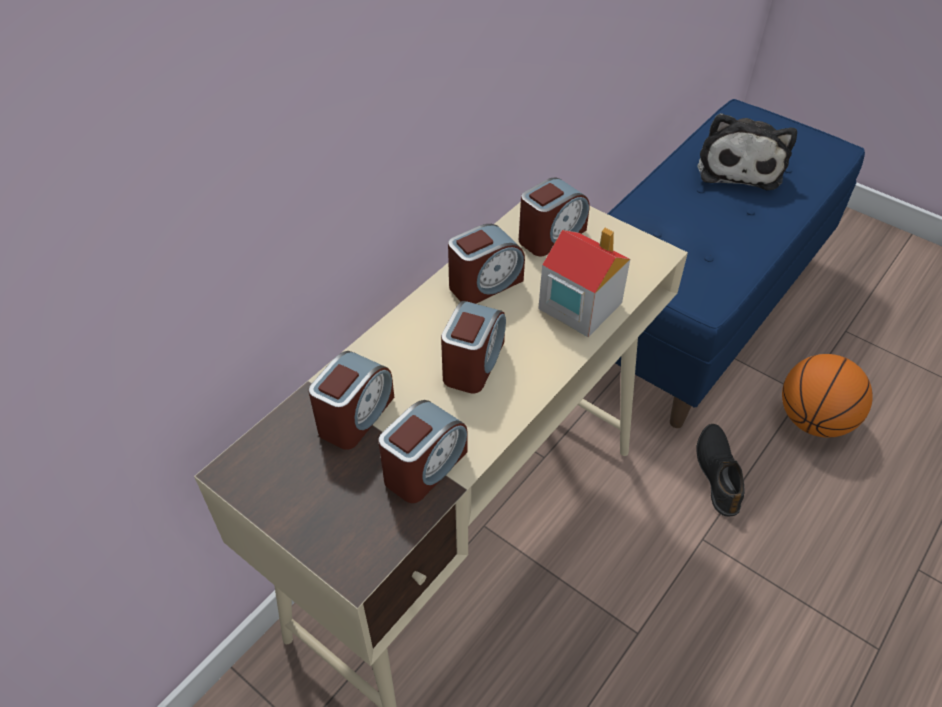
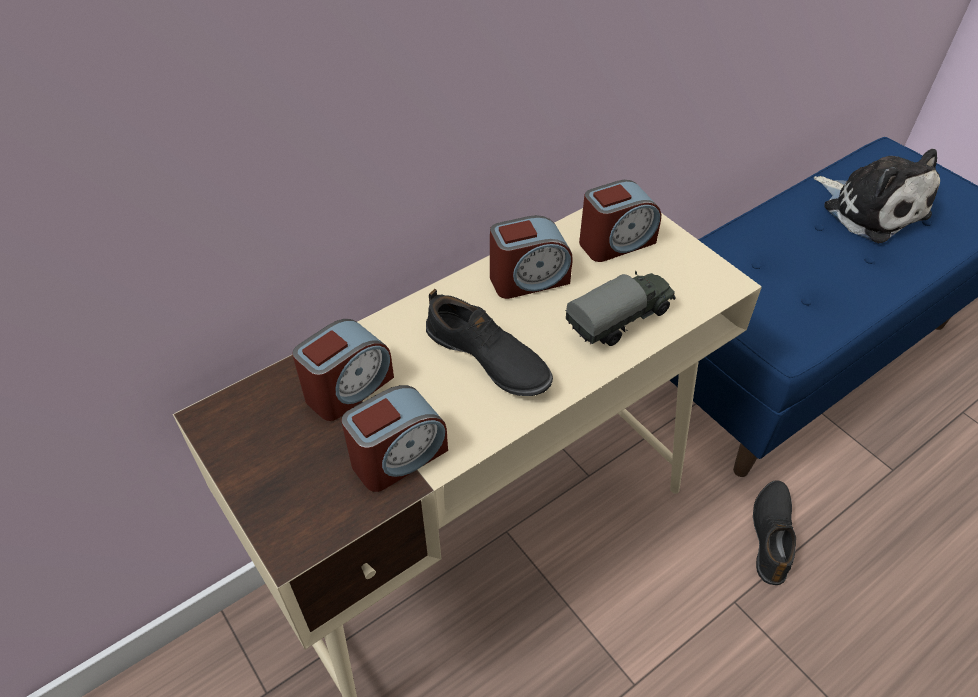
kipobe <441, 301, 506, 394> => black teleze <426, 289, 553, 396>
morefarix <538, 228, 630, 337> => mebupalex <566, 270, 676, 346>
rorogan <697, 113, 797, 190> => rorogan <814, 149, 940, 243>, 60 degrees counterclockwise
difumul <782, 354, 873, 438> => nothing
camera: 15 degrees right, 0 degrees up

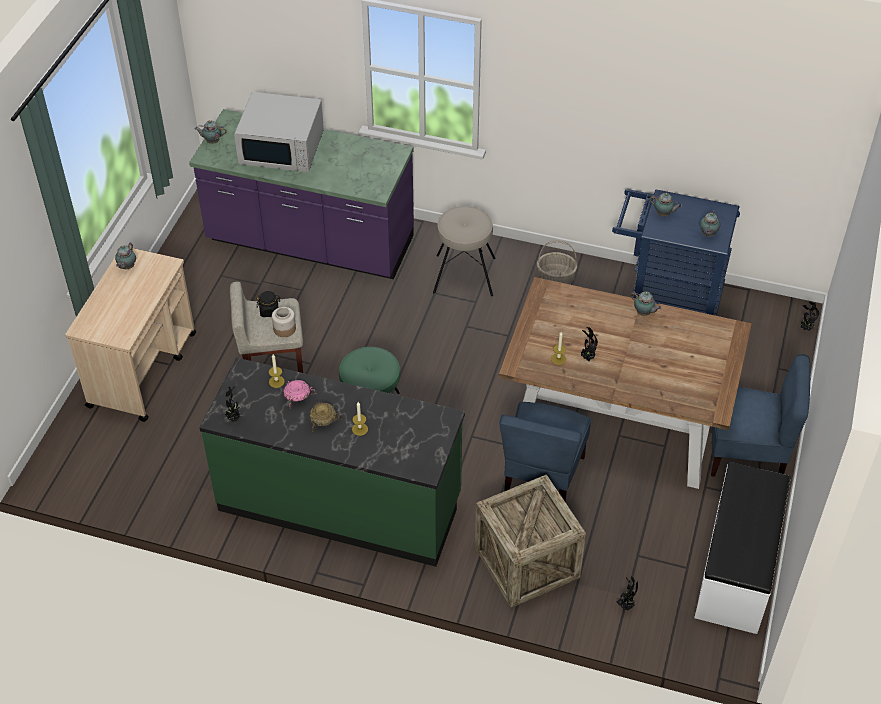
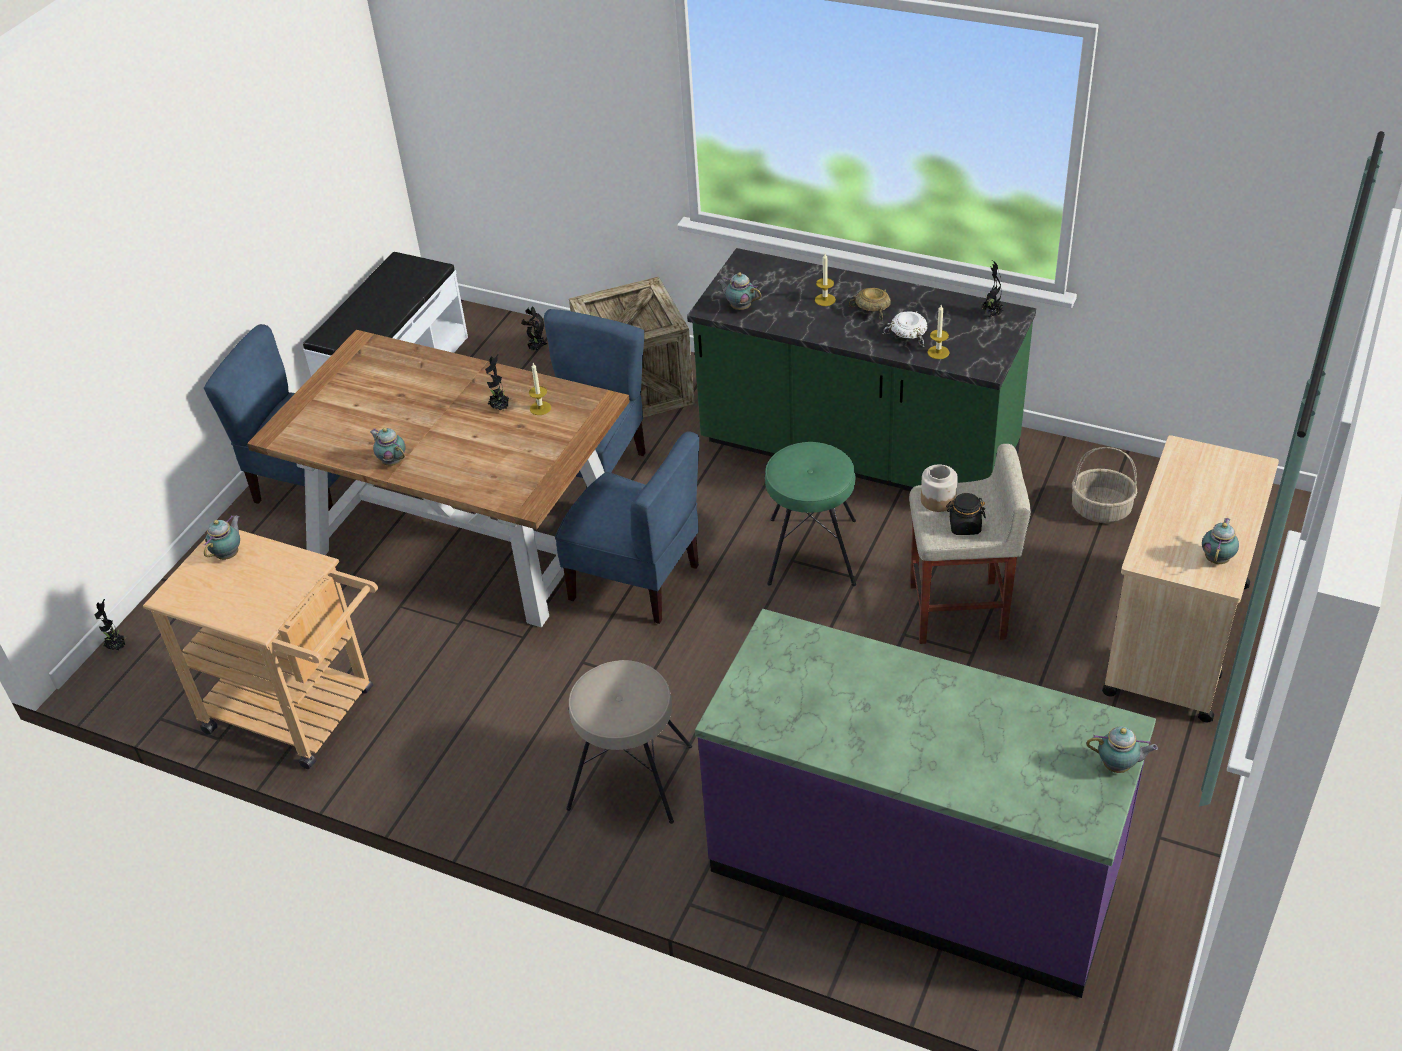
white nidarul <234, 92, 324, 172> => nothing
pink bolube <283, 380, 317, 409> => white bolube <882, 311, 927, 347>
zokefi <537, 240, 577, 284> => zokefi <1072, 447, 1138, 523>, shifted
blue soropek <612, 189, 740, 316> => beige soropek <143, 530, 378, 769>
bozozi <649, 193, 682, 216> => bozozi <717, 272, 761, 310>, shifted
nothing => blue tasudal <555, 431, 699, 624>
camera: 170 degrees left, 5 degrees down

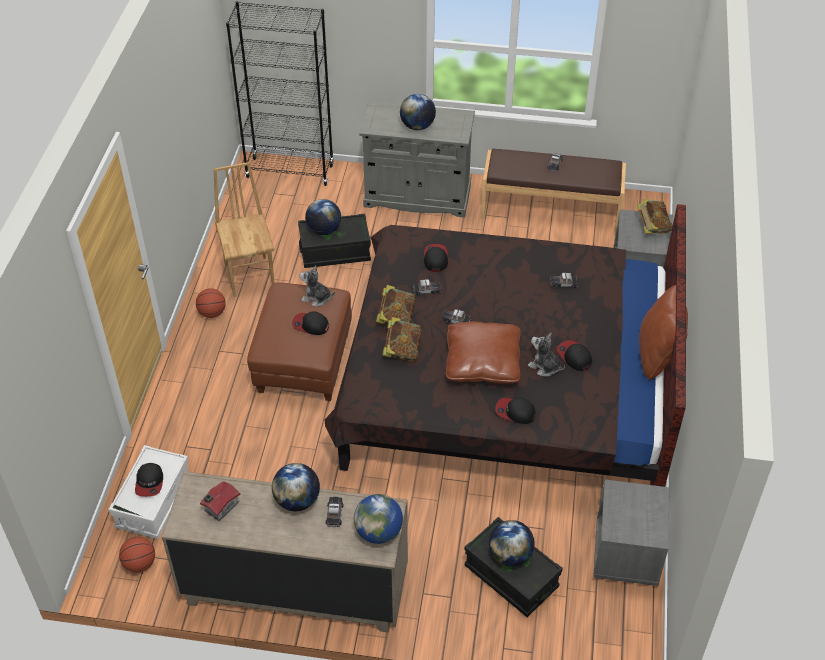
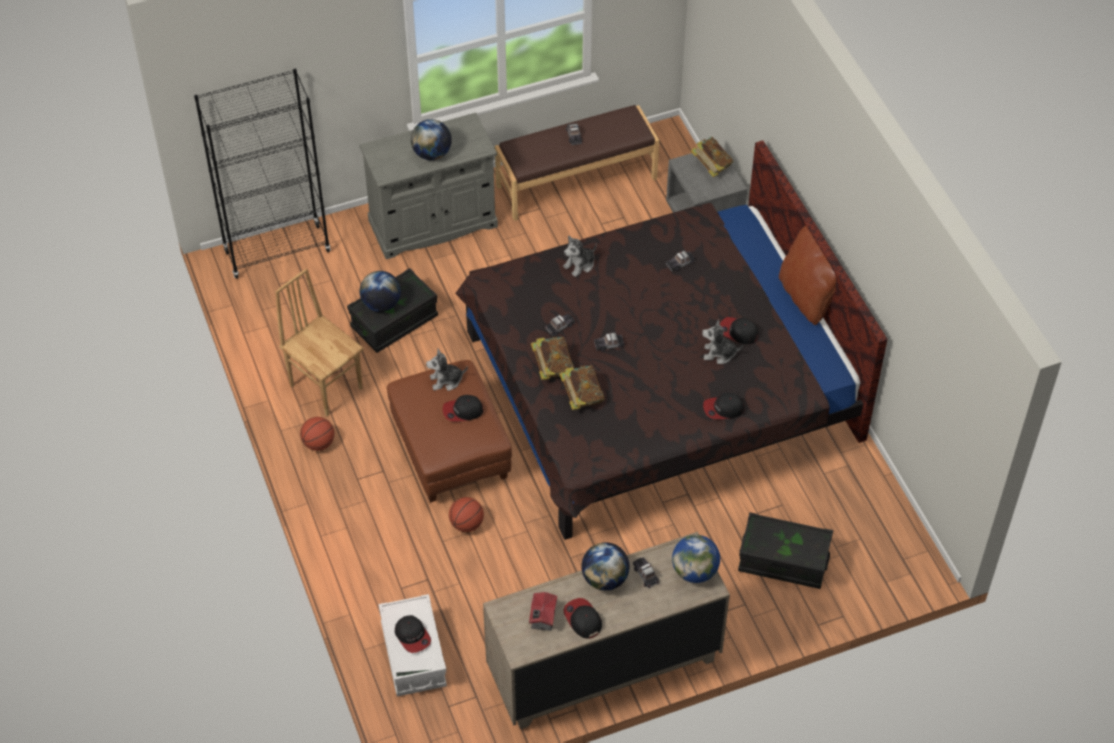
difumul <119, 537, 155, 573> => difumul <449, 497, 484, 532>, shifted
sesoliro <424, 244, 448, 272> => sesoliro <563, 598, 602, 639>, shifted
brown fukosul <446, 322, 521, 384> => nothing
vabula <489, 520, 534, 566> => nothing
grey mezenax <593, 480, 669, 586> => nothing
nothing => rorogan <563, 235, 597, 277>
camera: 30 degrees left, 5 degrees up

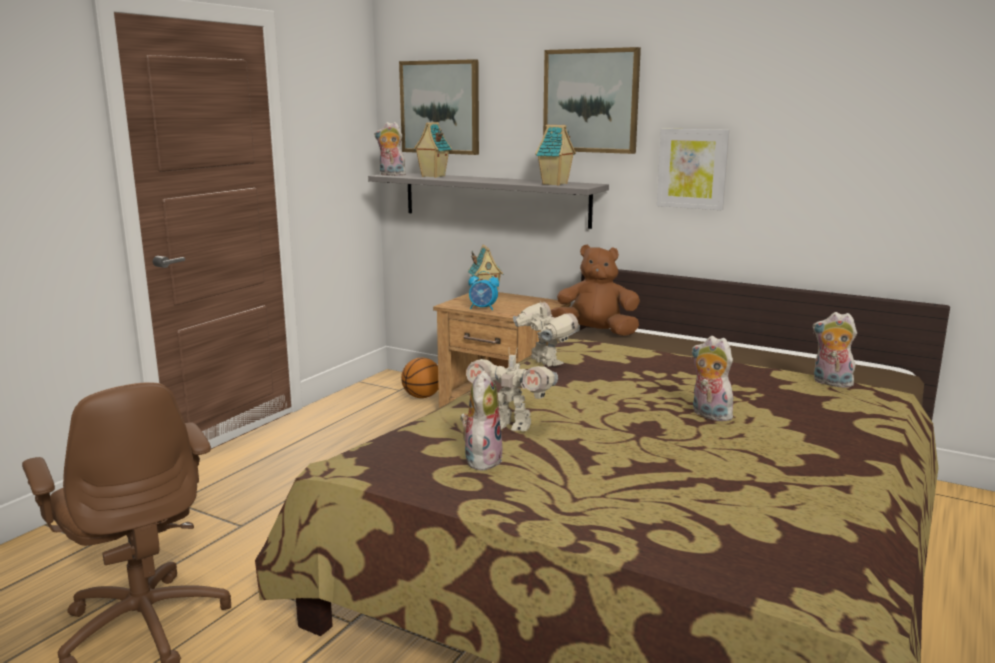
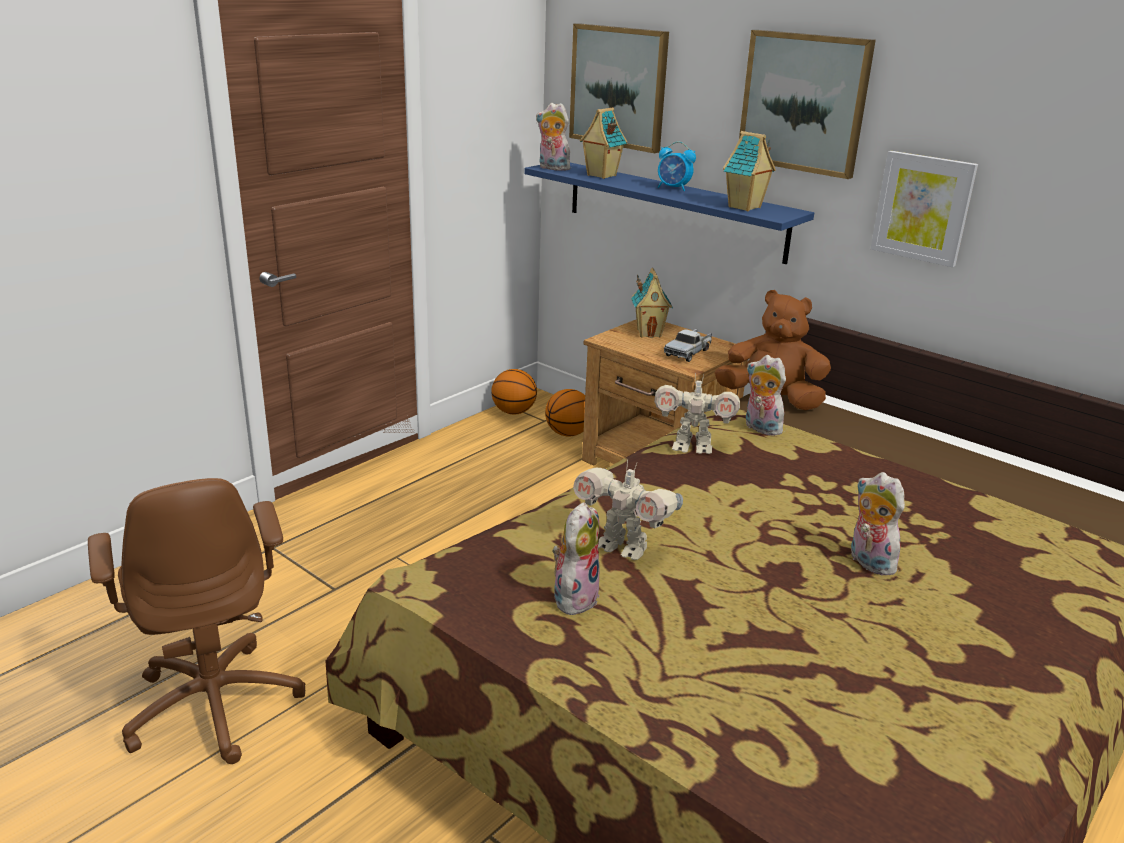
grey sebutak <368, 173, 609, 229> => blue sebutak <525, 163, 814, 264>
kipobe <468, 271, 499, 311> => kipobe <657, 142, 696, 191>, shifted
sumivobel <513, 301, 579, 367> => sumivobel <654, 373, 740, 454>, 120 degrees clockwise
rorogan <813, 312, 857, 388> => rorogan <746, 355, 786, 436>, shifted
nothing => difumul <491, 369, 537, 414>
nothing => mebupalex <664, 329, 712, 362>
camera: 10 degrees right, 10 degrees up

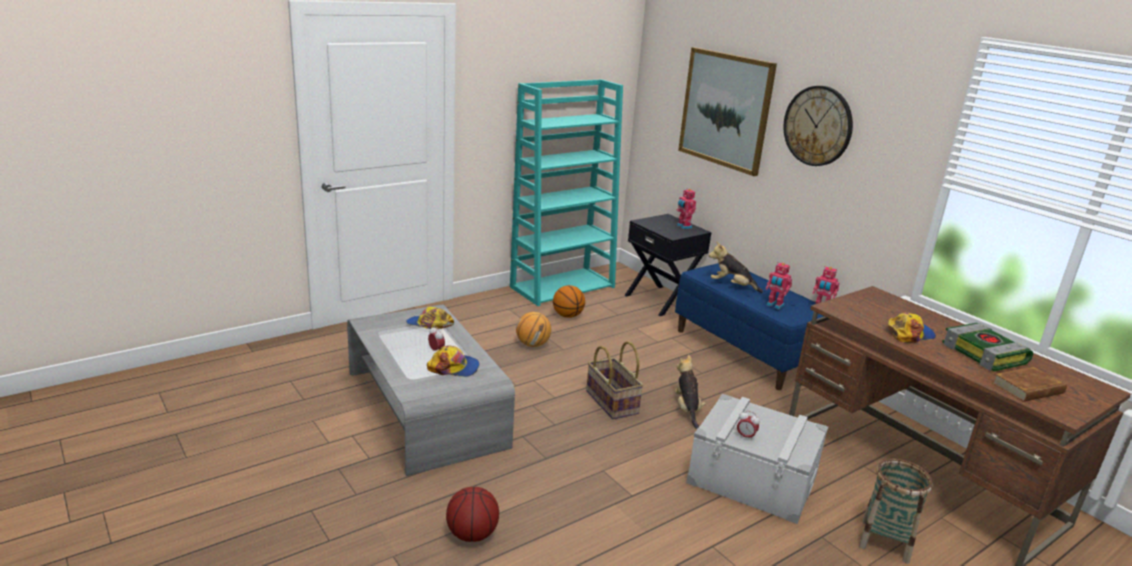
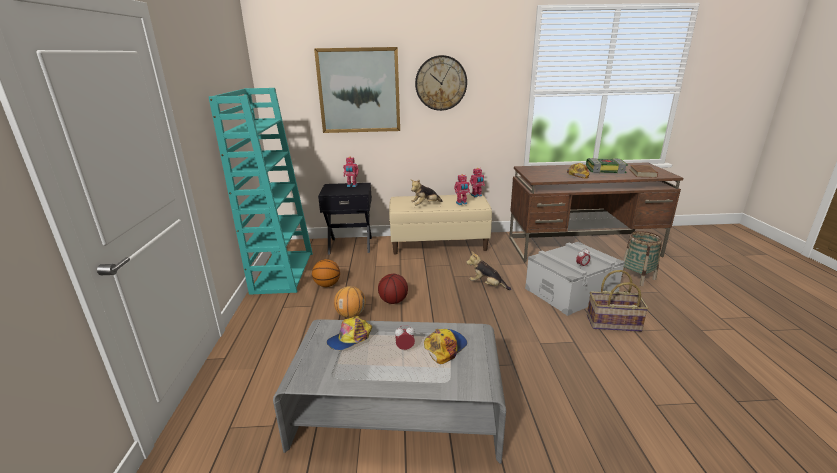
difumul <446, 487, 499, 542> => difumul <378, 274, 408, 304>, shifted
zokefi <586, 341, 643, 420> => zokefi <587, 270, 649, 332>, shifted
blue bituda <675, 263, 824, 390> => beige bituda <389, 194, 492, 254>
camera: 55 degrees left, 0 degrees up

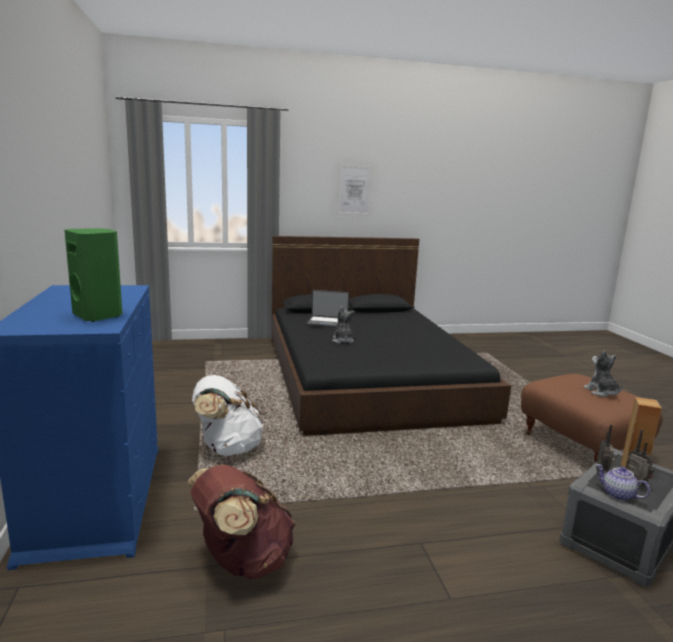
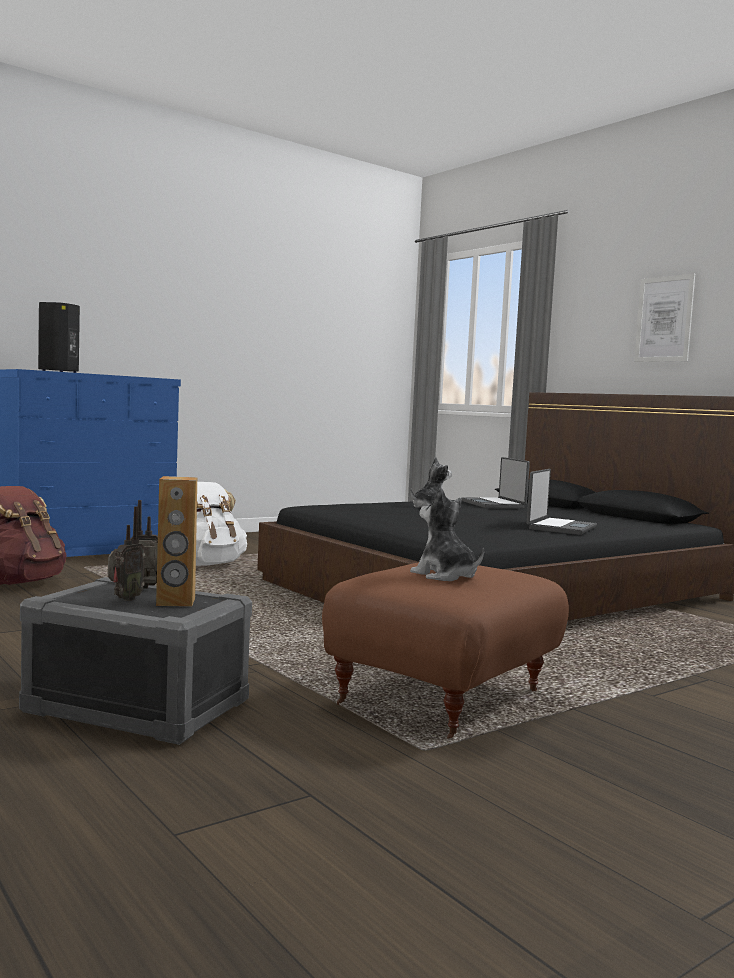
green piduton <65, 228, 122, 322> => black piduton <38, 302, 80, 373>
rorogan <583, 350, 624, 397> => rorogan <410, 488, 484, 581>, 90 degrees counterclockwise
bozozi <596, 464, 650, 501> => nothing
nothing => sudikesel <527, 469, 597, 535>
camera: 65 degrees right, 10 degrees down

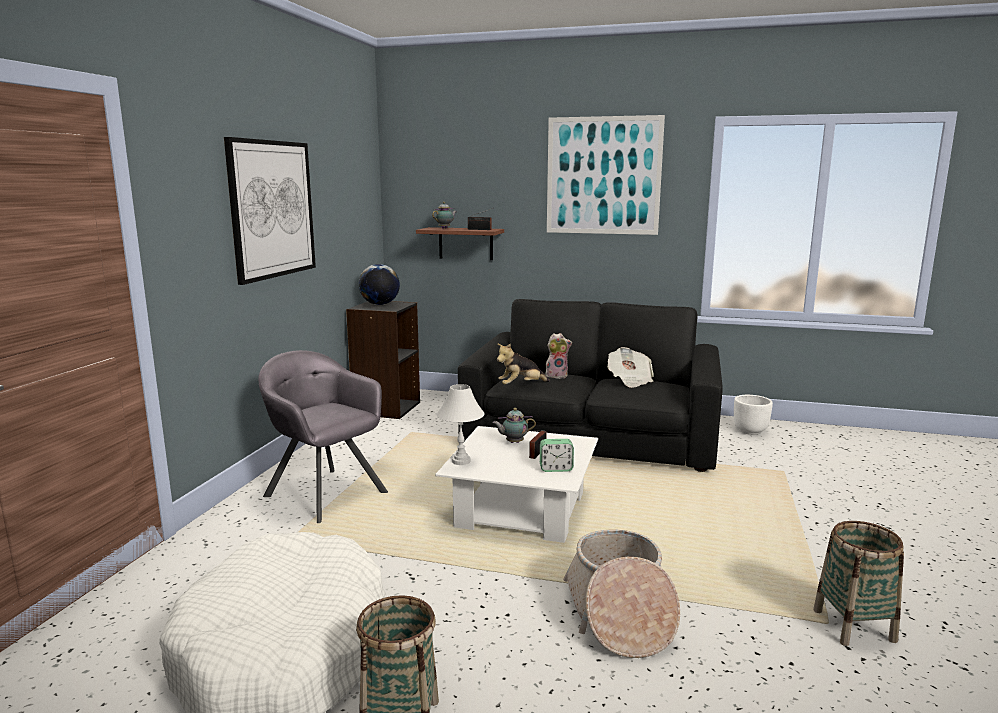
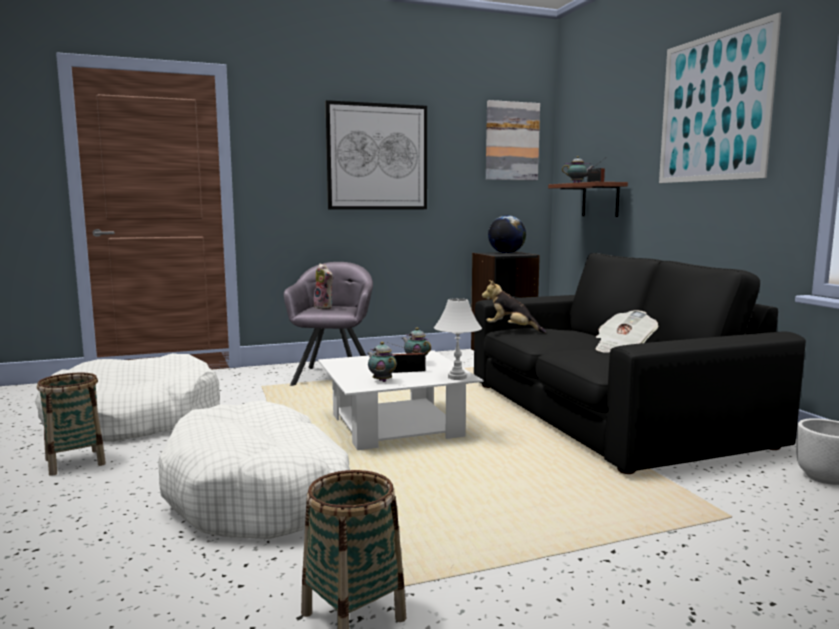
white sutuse <437, 384, 484, 465> => white sutuse <434, 298, 482, 380>, shifted
kipobe <540, 439, 574, 472> => bozozi <367, 342, 397, 382>
rorogan <545, 333, 572, 379> => rorogan <313, 263, 333, 309>, shifted
zokefi <563, 530, 680, 658> => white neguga <158, 401, 350, 539>
nothing => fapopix <486, 100, 540, 180>
camera: 55 degrees right, 5 degrees down

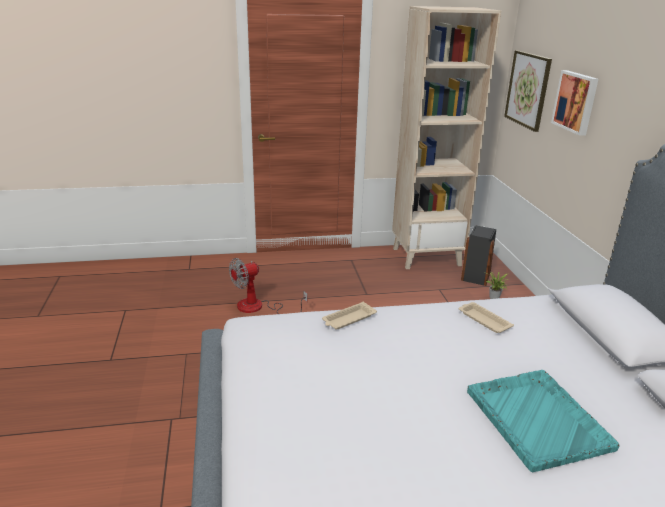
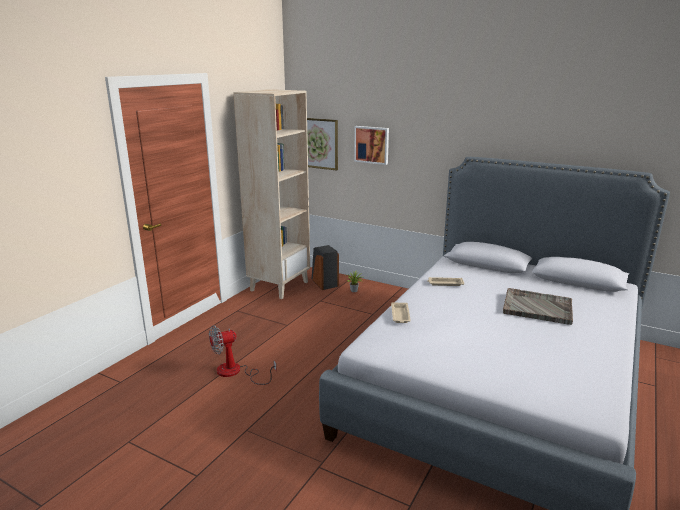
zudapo <229, 258, 308, 314> => zudapo <209, 325, 277, 385>, 60 degrees clockwise
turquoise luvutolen <467, 370, 620, 472> => grey luvutolen <503, 288, 573, 325>
camera: 50 degrees left, 5 degrees down

